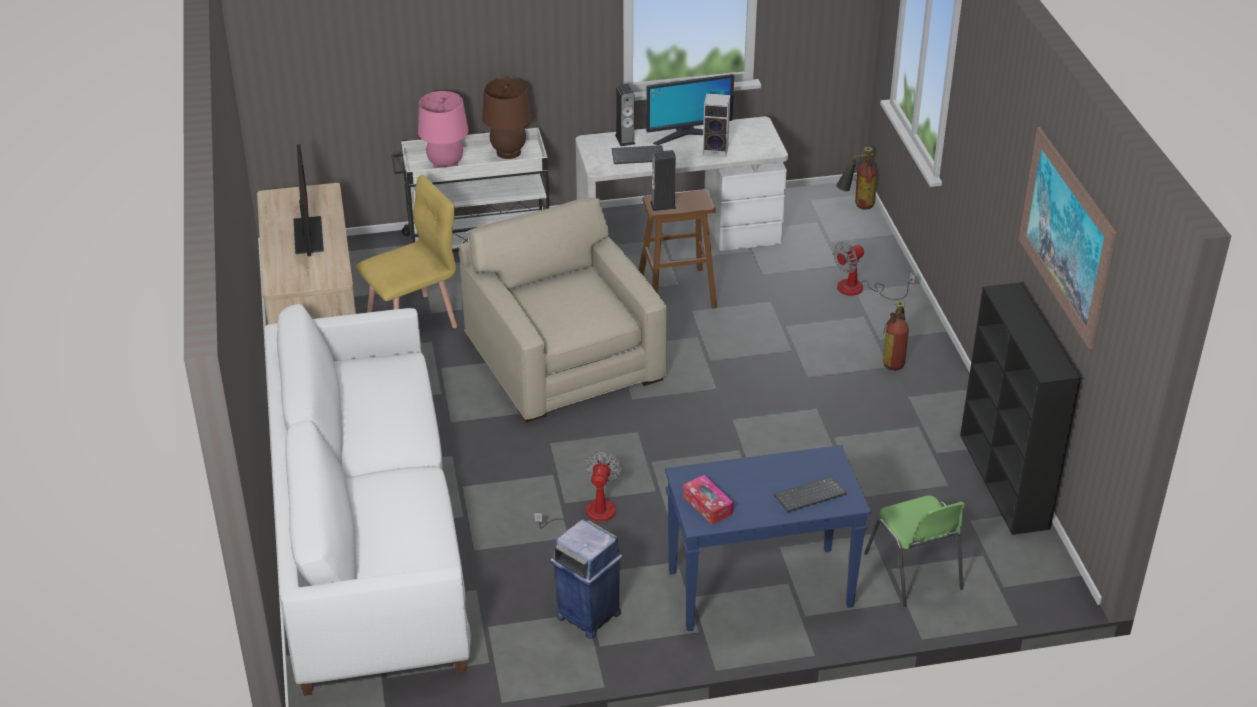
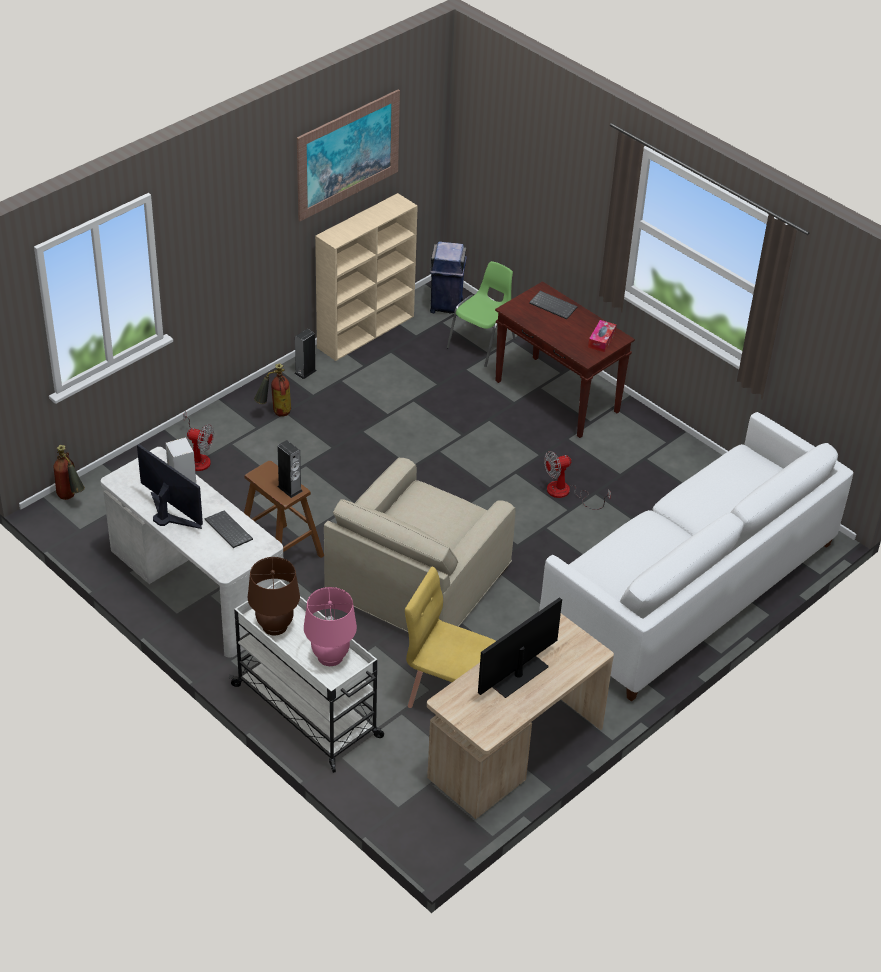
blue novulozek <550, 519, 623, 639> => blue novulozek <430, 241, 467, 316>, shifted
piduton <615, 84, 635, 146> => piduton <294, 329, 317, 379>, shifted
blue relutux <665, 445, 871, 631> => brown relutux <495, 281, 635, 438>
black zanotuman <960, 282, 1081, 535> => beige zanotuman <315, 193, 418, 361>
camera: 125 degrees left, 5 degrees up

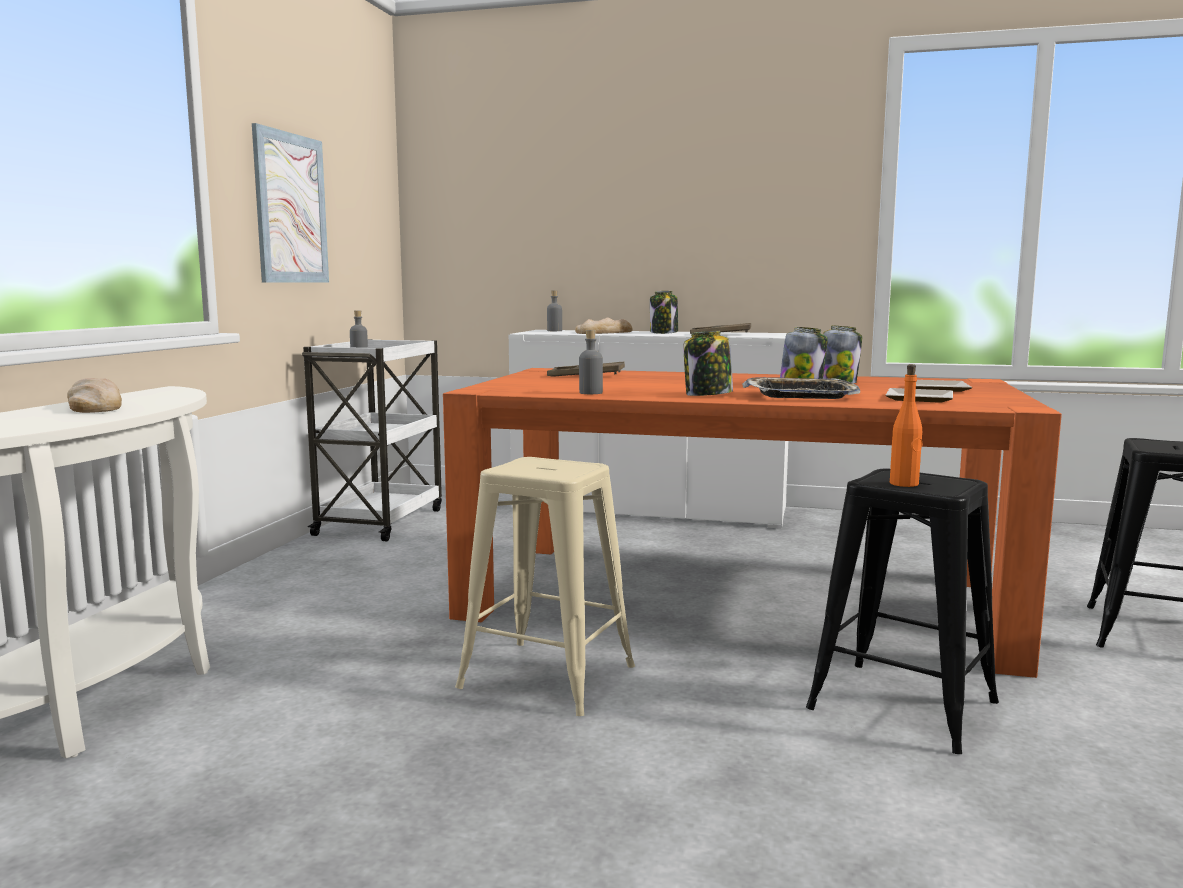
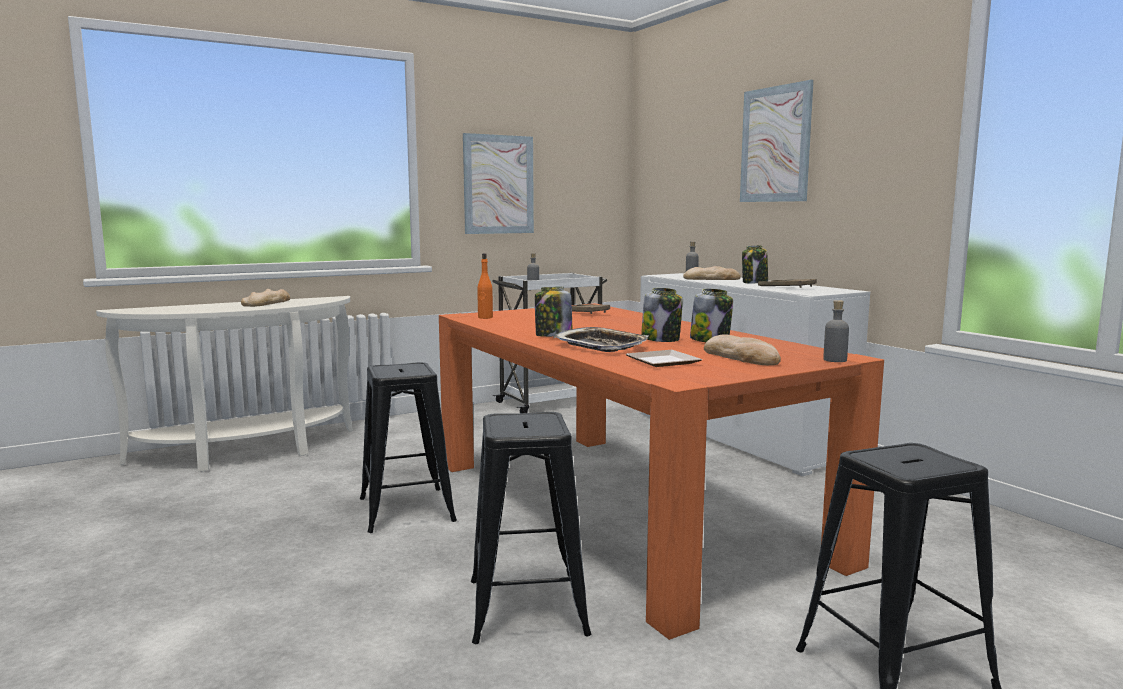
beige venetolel <455, 457, 635, 716> => black venetolel <360, 362, 457, 533>
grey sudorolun <579, 330, 603, 394> => grey sudorolun <823, 300, 849, 362>, shifted
orange sudorolun <890, 364, 922, 487> => orange sudorolun <477, 253, 493, 319>, shifted
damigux <916, 380, 972, 392> => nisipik <704, 334, 781, 365>
nothing => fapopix <740, 80, 814, 202>
camera: 45 degrees right, 0 degrees up

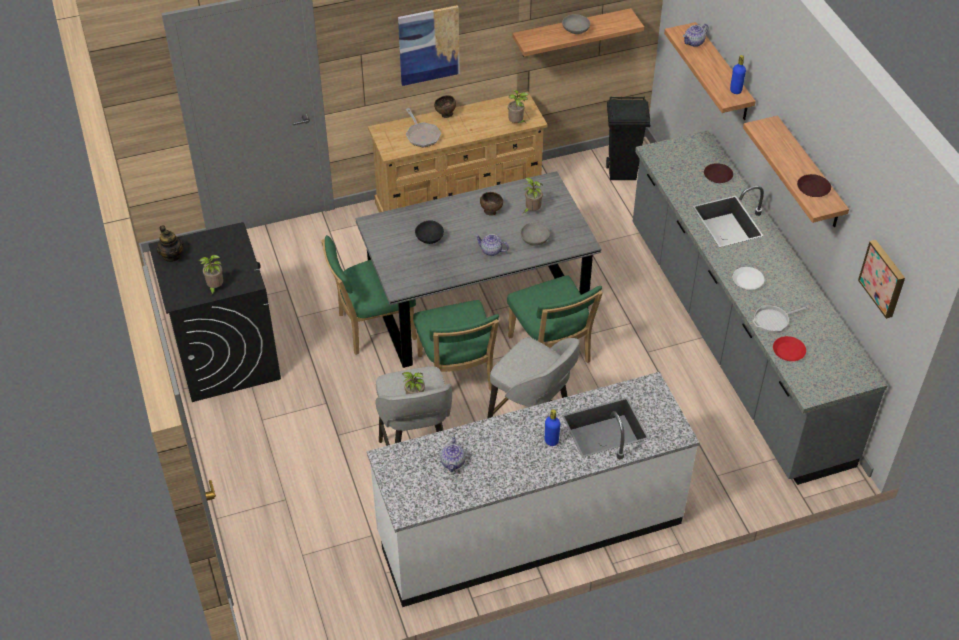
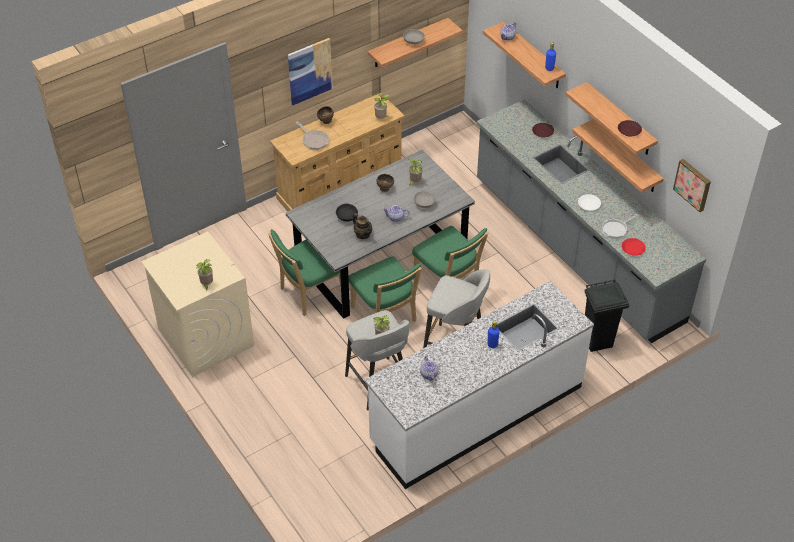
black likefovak <149, 222, 281, 402> => beige likefovak <141, 232, 254, 377>
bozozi <156, 225, 183, 262> => bozozi <353, 213, 373, 239>, shifted
black novulozek <606, 96, 651, 180> => black novulozek <584, 279, 629, 352>, shifted
nothing => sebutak <572, 119, 664, 193>
camera: 15 degrees left, 0 degrees up

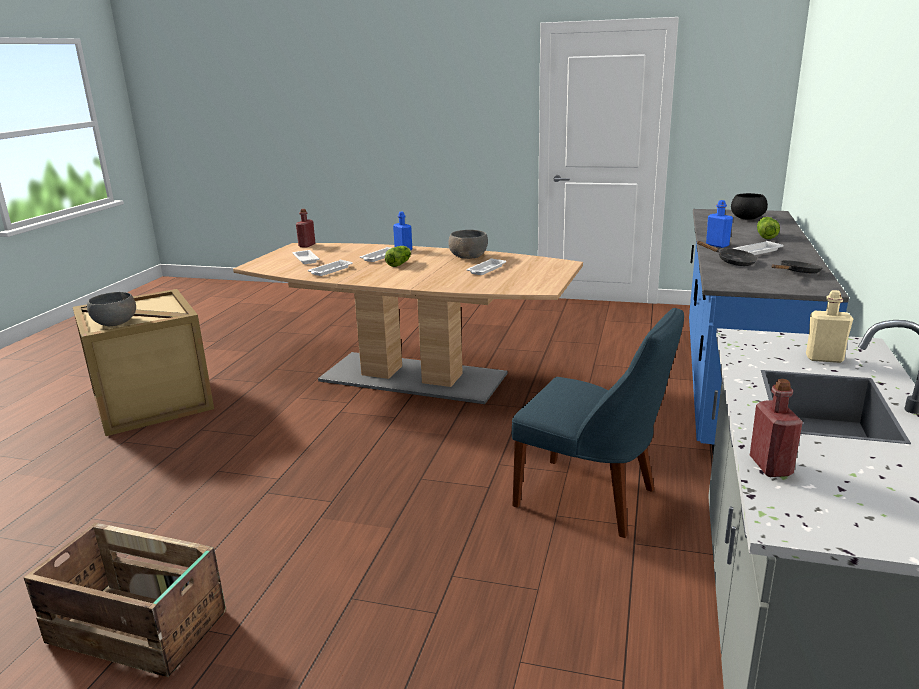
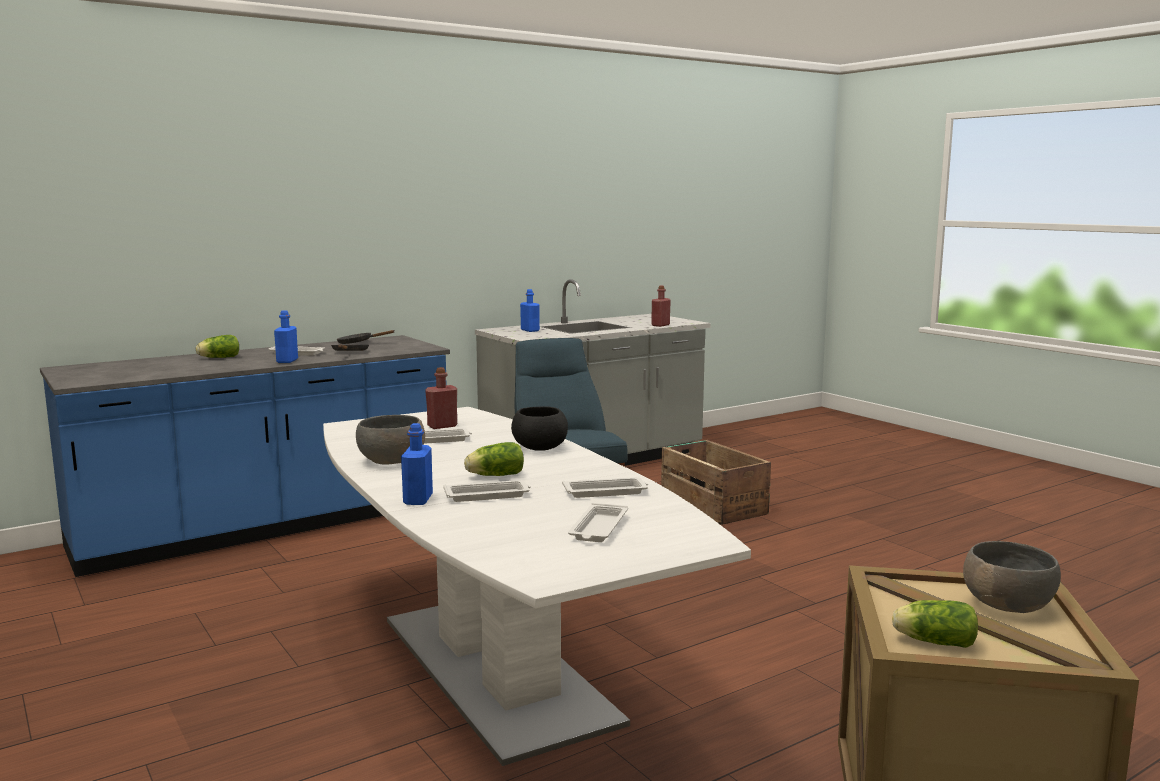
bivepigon <23, 523, 226, 677> => bivepigon <661, 440, 771, 525>, shifted
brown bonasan <233, 243, 583, 404> => white bonasan <323, 407, 751, 766>
red sudorolun <296, 209, 315, 248> => red sudorolun <425, 367, 457, 429>, shifted
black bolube <731, 193, 768, 220> => black bolube <511, 406, 568, 451>, shifted
beige sudorolun <806, 290, 853, 363> => blue sudorolun <520, 289, 540, 332>
nothing => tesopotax <892, 600, 978, 648>
camera: 140 degrees left, 10 degrees down

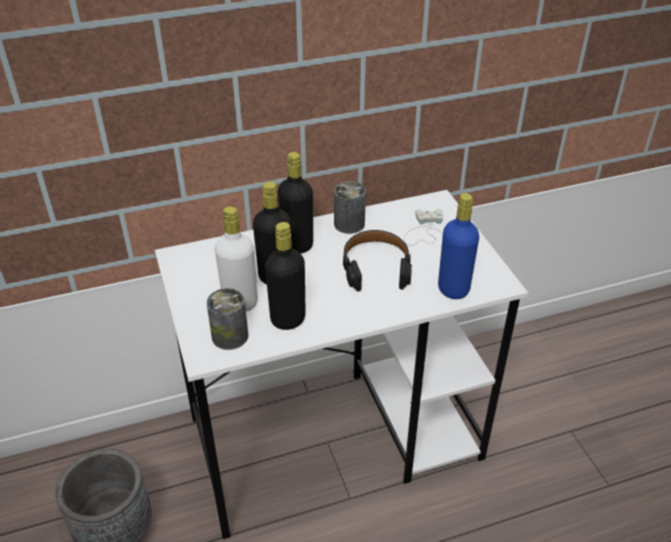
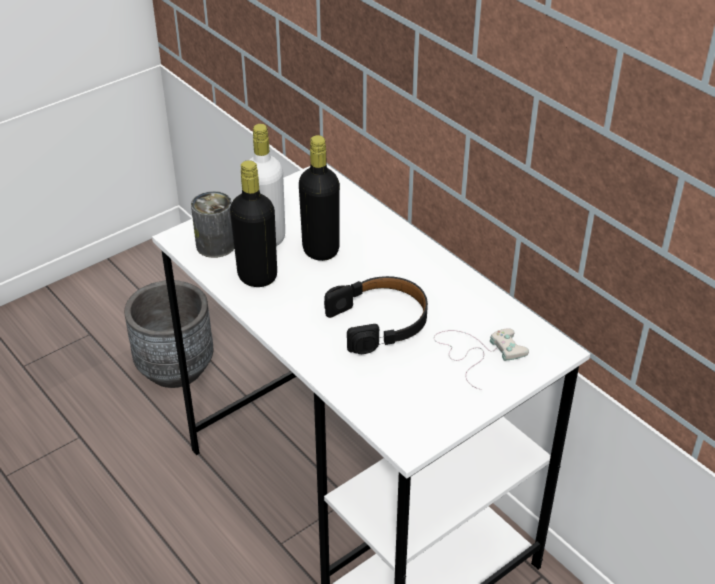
black sudorolun <278, 152, 313, 253> => nothing
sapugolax <334, 181, 366, 234> => nothing
blue sudorolun <438, 193, 479, 299> => nothing
camera: 70 degrees right, 0 degrees up

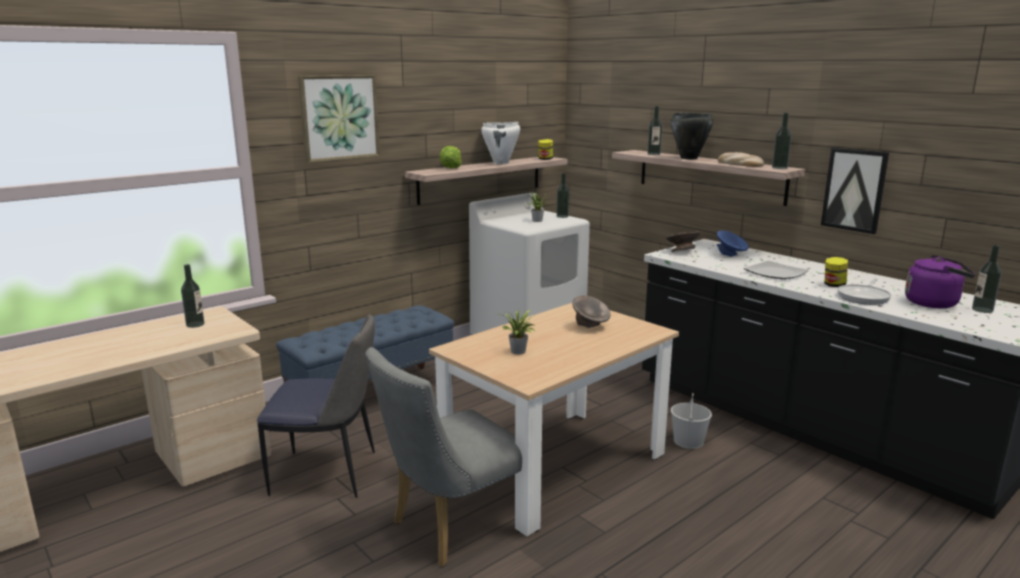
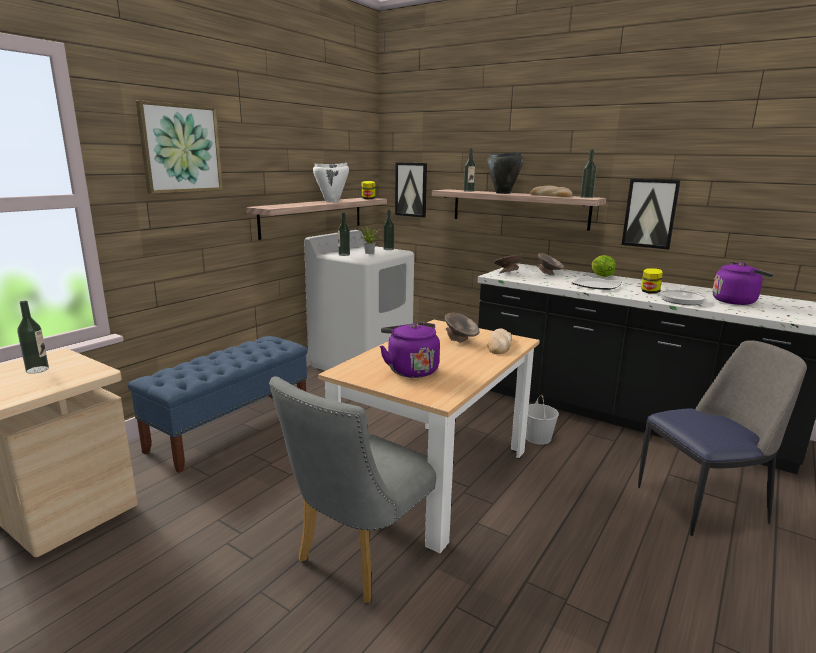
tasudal <257, 314, 375, 498> => tasudal <638, 340, 807, 536>, shifted
tesopotax <439, 146, 462, 168> => tesopotax <592, 255, 616, 277>, shifted
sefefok <499, 308, 536, 354> => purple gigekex <380, 323, 440, 378>
blue bolube <717, 230, 749, 257> => grey bolube <536, 253, 564, 275>
sudorolun <972, 245, 1002, 313> => sudorolun <338, 213, 350, 256>, shifted
nothing => fapopix <395, 162, 427, 217>
nothing => nisipik <487, 328, 512, 354>
camera: 15 degrees left, 0 degrees up

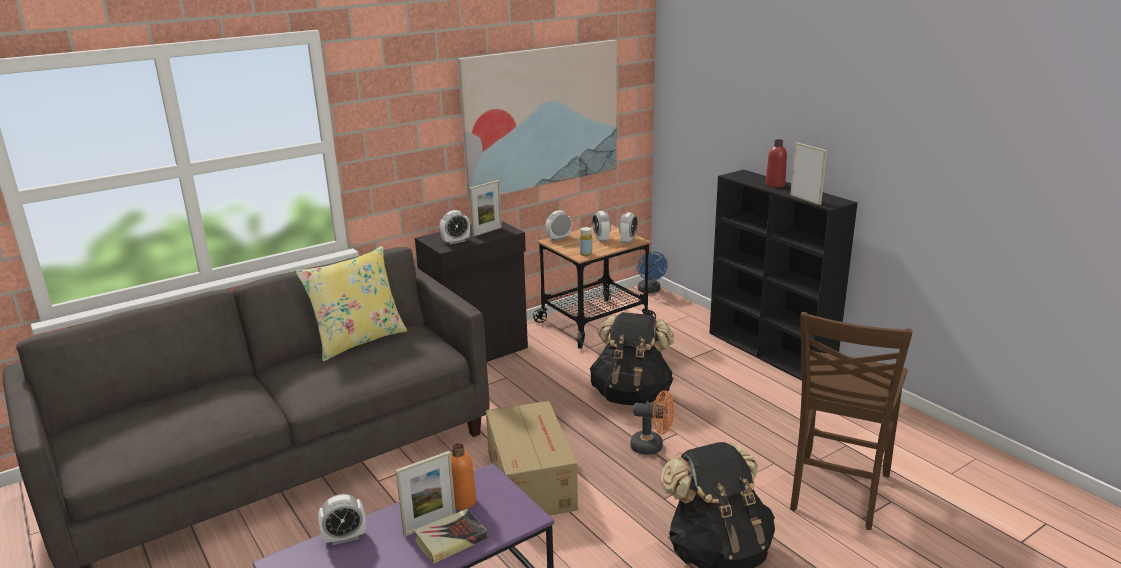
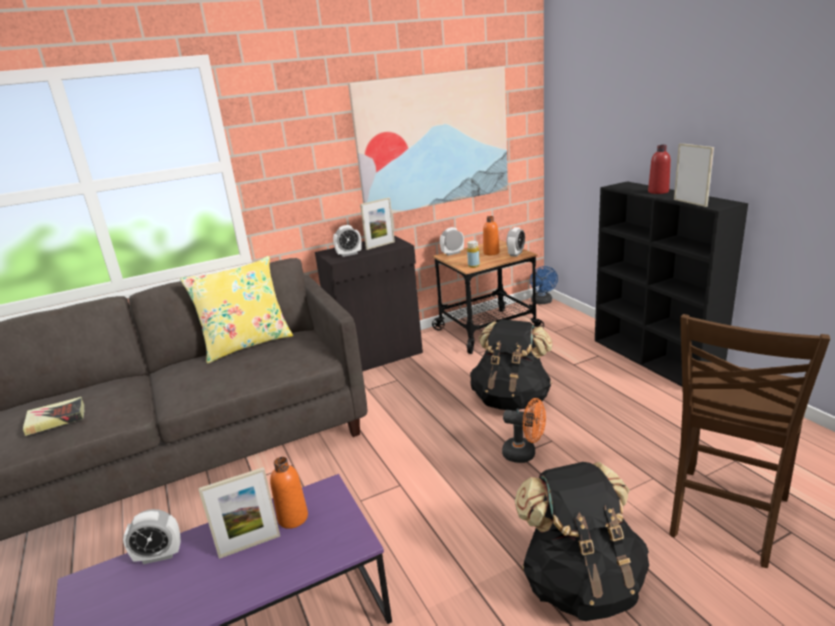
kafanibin <414, 509, 488, 564> => kafanibin <23, 397, 84, 436>, shifted
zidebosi <486, 401, 578, 515> => nothing
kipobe <592, 211, 611, 242> => orange sudorolun <483, 216, 500, 255>
camera: 10 degrees right, 0 degrees up

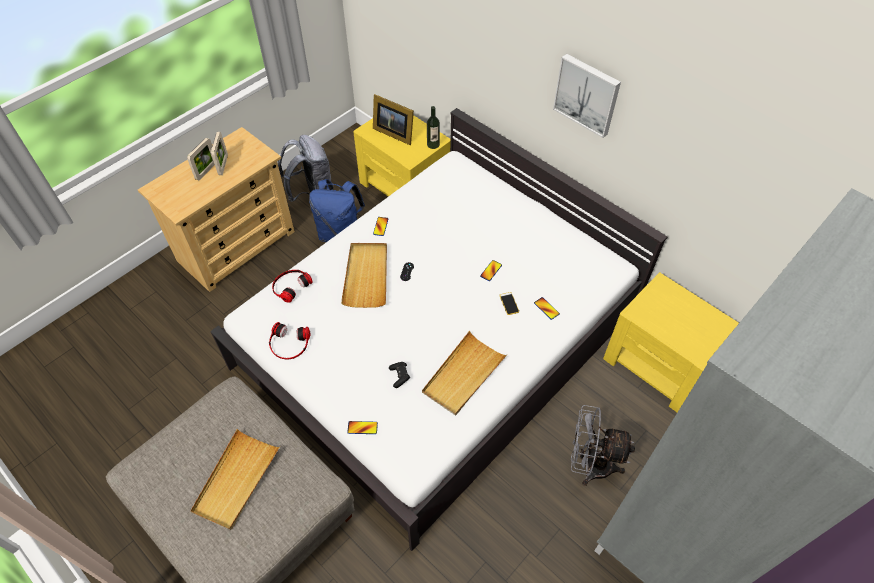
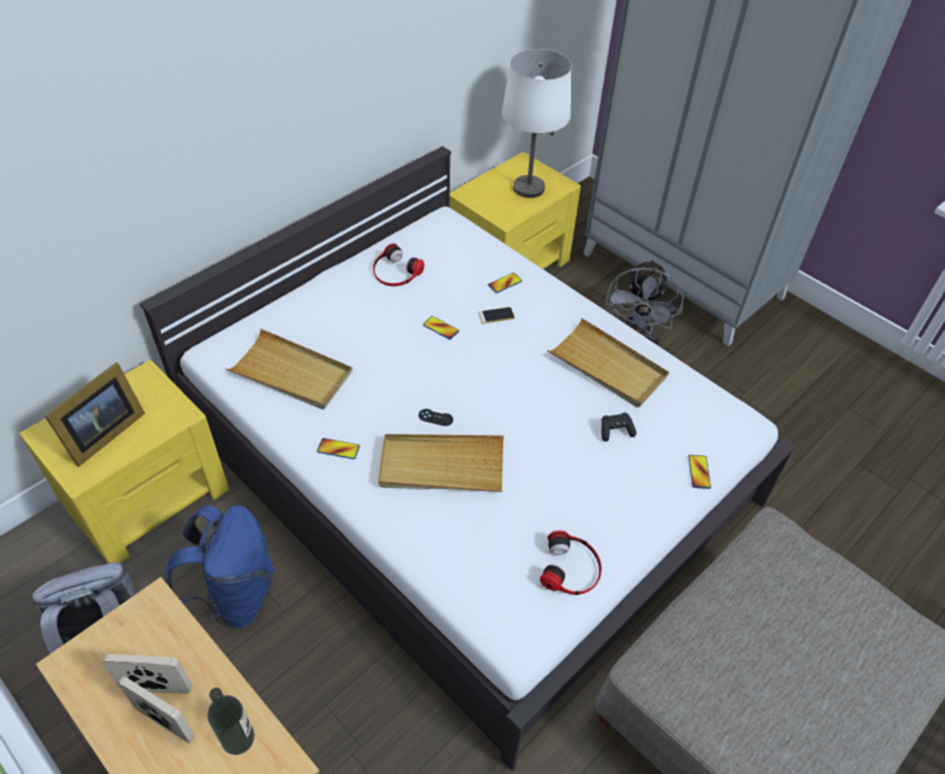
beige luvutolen <191, 429, 280, 530> => beige luvutolen <225, 329, 353, 409>, shifted
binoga <272, 270, 313, 303> => binoga <373, 243, 424, 286>, shifted
sudorolun <427, 106, 440, 149> => sudorolun <208, 688, 254, 755>, shifted
fapopix <553, 54, 621, 138> => nothing
nothing => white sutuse <502, 49, 572, 198>
camera: 90 degrees left, 5 degrees down

